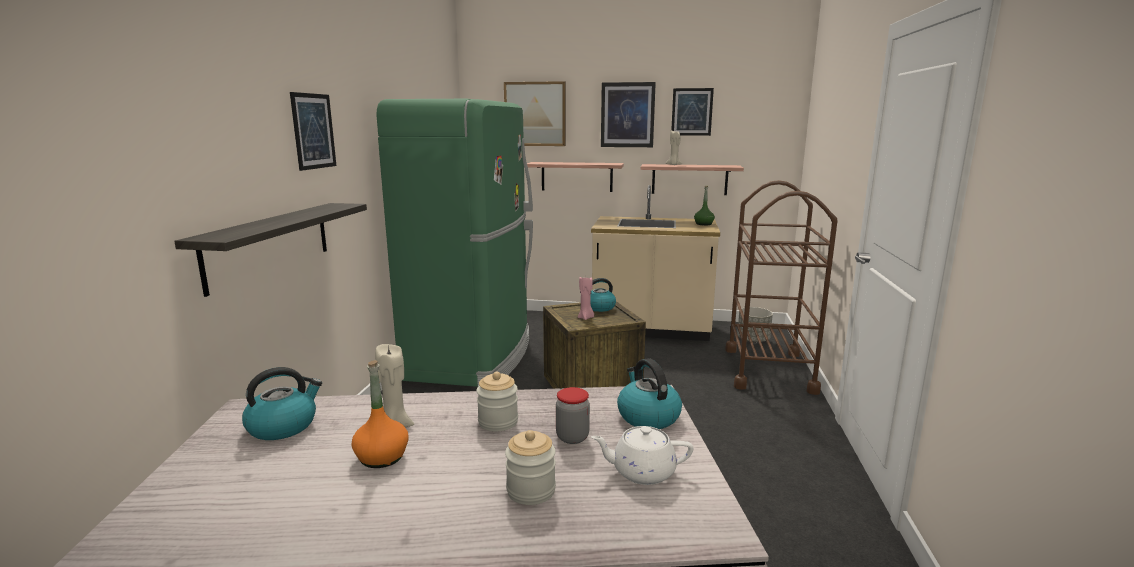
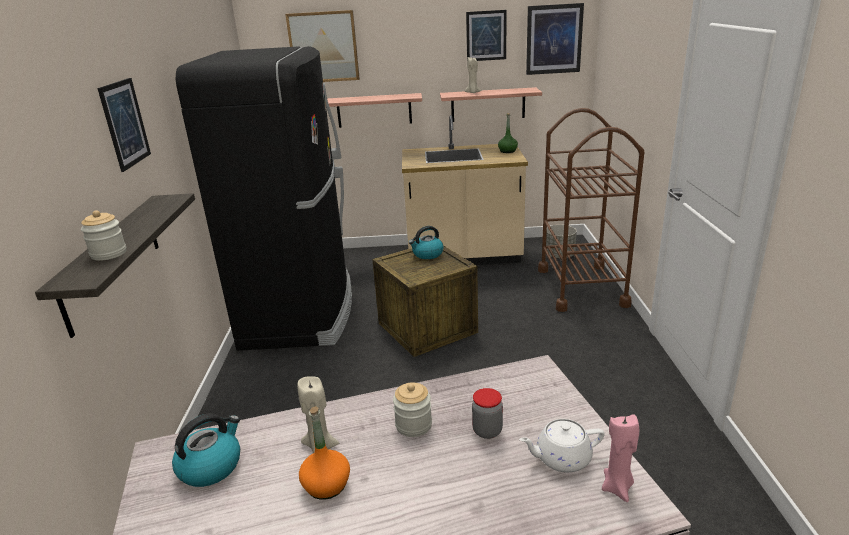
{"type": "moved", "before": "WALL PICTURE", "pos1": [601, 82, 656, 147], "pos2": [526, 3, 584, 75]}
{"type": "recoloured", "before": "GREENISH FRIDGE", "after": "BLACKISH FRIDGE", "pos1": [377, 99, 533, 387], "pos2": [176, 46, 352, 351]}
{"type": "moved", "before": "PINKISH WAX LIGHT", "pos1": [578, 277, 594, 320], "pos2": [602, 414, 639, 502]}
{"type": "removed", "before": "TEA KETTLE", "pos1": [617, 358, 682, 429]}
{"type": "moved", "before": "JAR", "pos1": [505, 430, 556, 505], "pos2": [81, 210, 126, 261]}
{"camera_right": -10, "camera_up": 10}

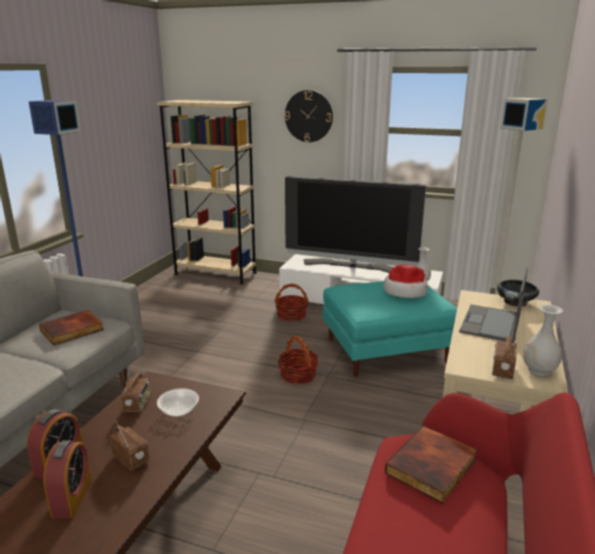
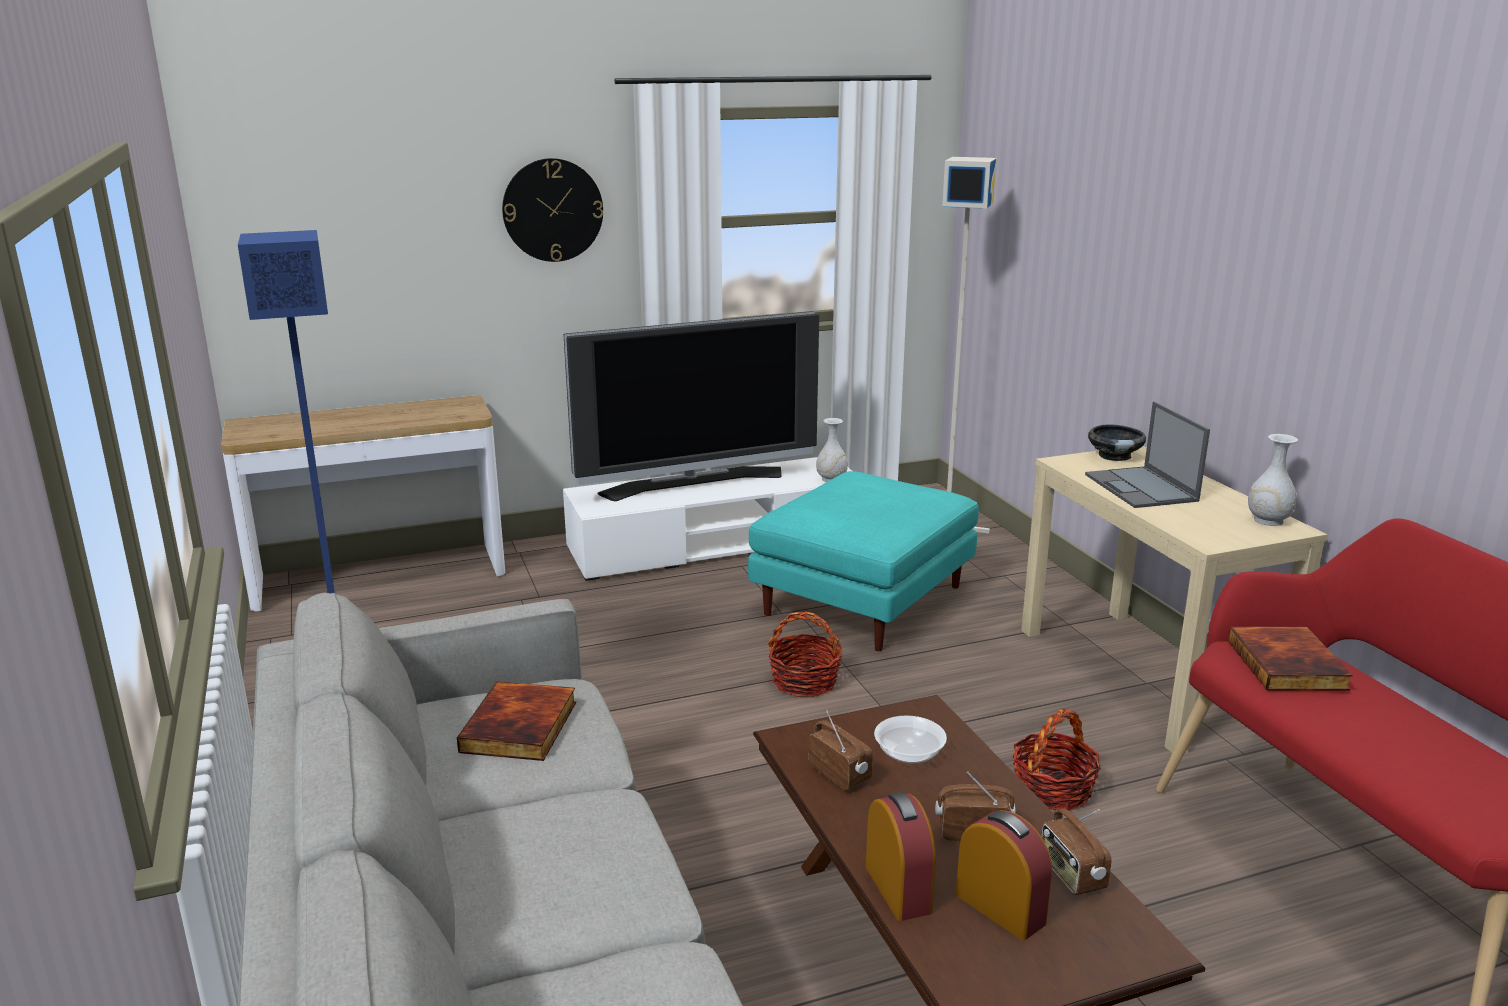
{"type": "replaced", "before": "BEIGE-COLOURED BOOKSHELF", "after": "CONSOLE TABLE", "pos1": [157, 100, 257, 284], "pos2": [221, 395, 505, 611]}
{"type": "removed", "before": "HAT", "pos1": [383, 264, 427, 298]}
{"type": "moved", "before": "HOUSEHOLD BASKET", "pos1": [274, 284, 308, 321], "pos2": [1012, 709, 1101, 811]}
{"type": "moved", "before": "RADIO", "pos1": [492, 334, 517, 379], "pos2": [1041, 809, 1112, 895]}
{"camera_right": -40, "camera_up": 0}

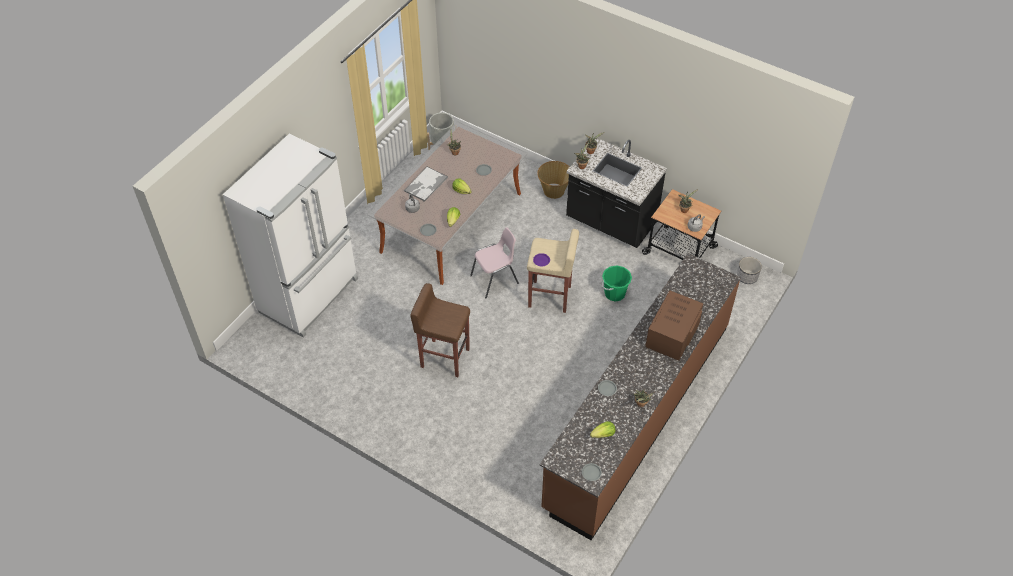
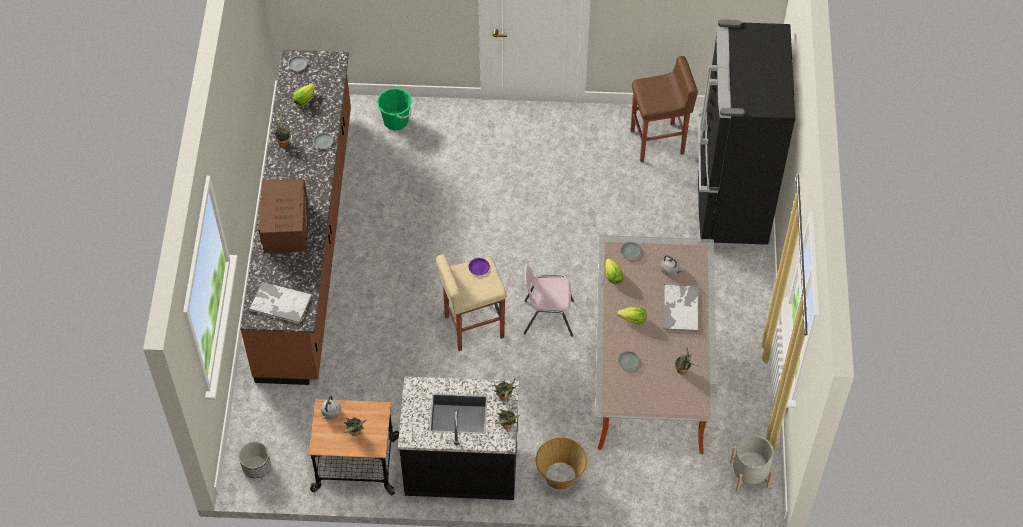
{"type": "recoloured", "before": "WHITE-COLOURED FRIDGE", "after": "BLACKISH FRIDGE", "pos1": [223, 133, 358, 338], "pos2": [696, 19, 795, 248]}
{"type": "turned", "before": "PINKISH CHAIR", "pos1": [470, 227, 519, 299], "pos2": [524, 265, 574, 337], "turn": 60}
{"type": "moved", "before": "GREENISH BUCKET", "pos1": [602, 265, 632, 301], "pos2": [377, 88, 412, 131]}
{"type": "moved", "before": "BROWNISH SITTING STOOL", "pos1": [410, 283, 470, 377], "pos2": [630, 56, 698, 162]}
{"type": "added", "after": "TRAY", "pos2": [249, 281, 312, 324]}
{"camera_right": 150, "camera_up": 5}

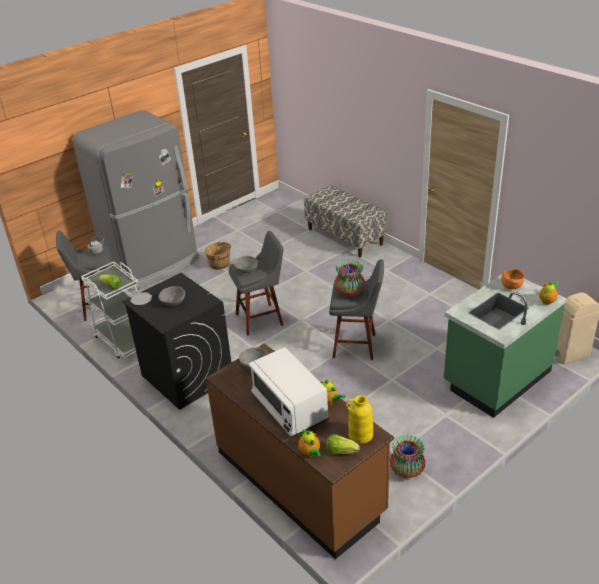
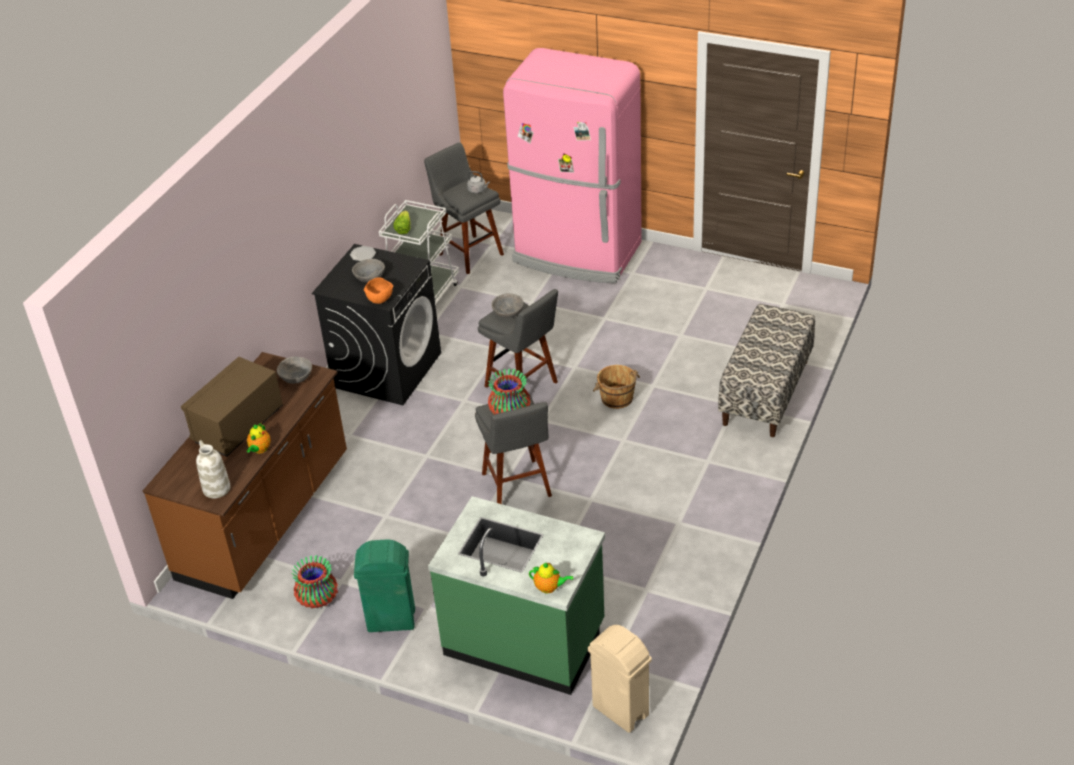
{"type": "recoloured", "before": "GREY FRIDGE", "after": "PINKISH FRIDGE", "pos1": [73, 110, 199, 291], "pos2": [503, 48, 642, 283]}
{"type": "moved", "before": "BROWNISH BUCKET", "pos1": [205, 242, 231, 270], "pos2": [593, 365, 640, 409]}
{"type": "moved", "before": "ORANGEY BOWL", "pos1": [501, 269, 524, 289], "pos2": [364, 277, 393, 304]}
{"type": "recoloured", "before": "WHITE-COLOURED MICROWAVE OVEN", "after": "BROWNISH MICROWAVE OVEN", "pos1": [248, 347, 329, 437], "pos2": [181, 357, 283, 457]}
{"type": "recoloured", "before": "YELLOW-COLOURED VASE", "after": "WHITE-COLOURED VASE", "pos1": [346, 395, 373, 444], "pos2": [196, 440, 231, 498]}
{"type": "removed", "before": "TEA POT", "pos1": [298, 429, 321, 457]}
{"type": "removed", "before": "LETTUCE HEAD", "pos1": [326, 434, 360, 455]}
{"type": "added", "after": "GREENISH TRASH CAN", "pos2": [354, 539, 415, 632]}
{"camera_right": 65, "camera_up": 5}

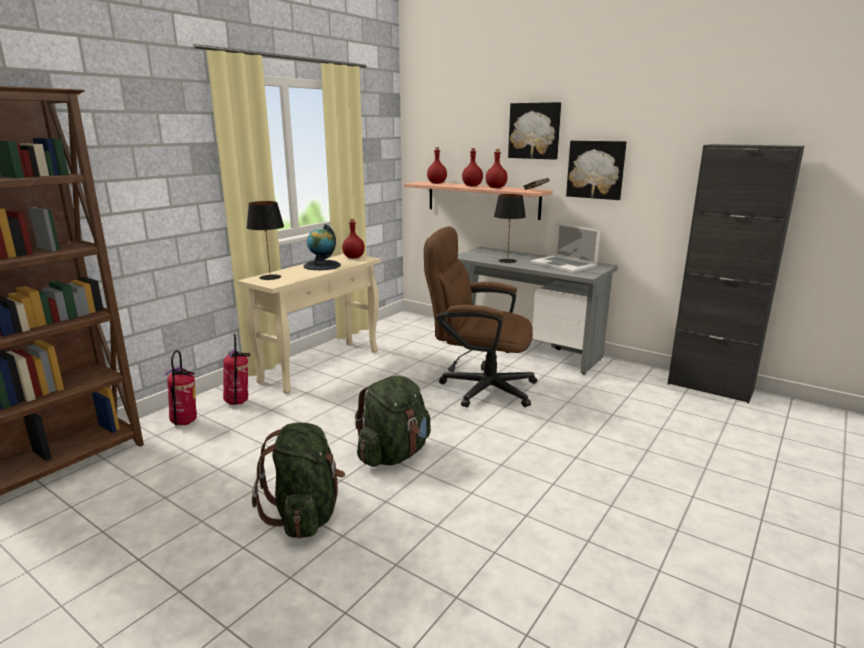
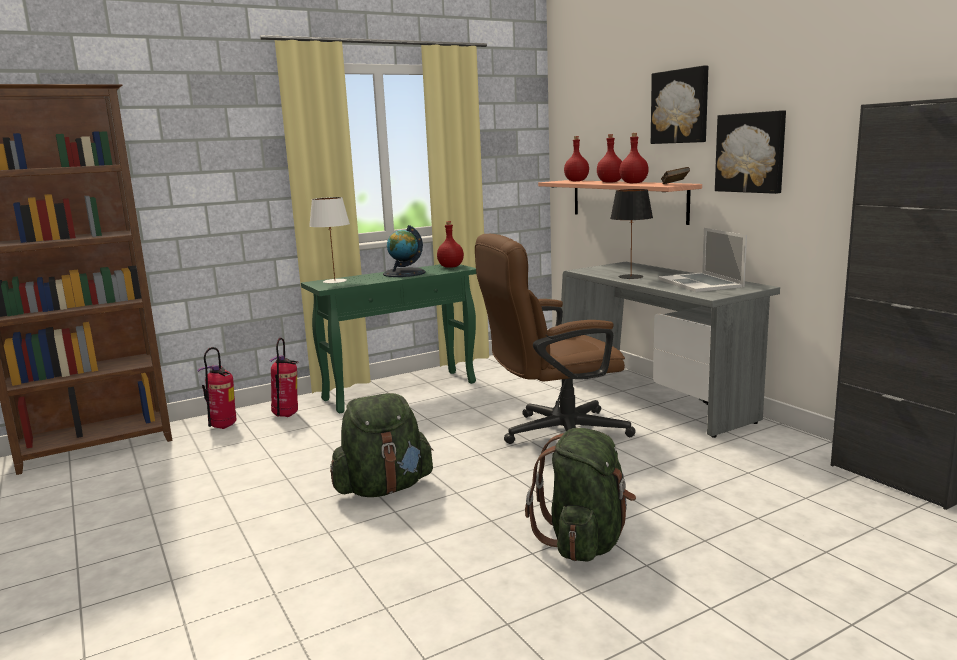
{"type": "recoloured", "before": "BLACKISH LAMP FOR A TABLE", "after": "WHITE-COLOURED LAMP FOR A TABLE", "pos1": [246, 201, 284, 280], "pos2": [309, 197, 350, 283]}
{"type": "turned", "before": "BROWNISH OFFICE CHAIR", "pos1": [424, 226, 537, 407], "pos2": [475, 233, 636, 444], "turn": -60}
{"type": "recoloured", "before": "BEIGE-COLOURED CONSOLE TABLE", "after": "GREENISH CONSOLE TABLE", "pos1": [237, 254, 381, 394], "pos2": [301, 264, 476, 414]}
{"type": "moved", "before": "GREENISH KNAPSACK", "pos1": [252, 422, 345, 538], "pos2": [525, 428, 636, 562]}
{"camera_right": 25, "camera_up": -5}

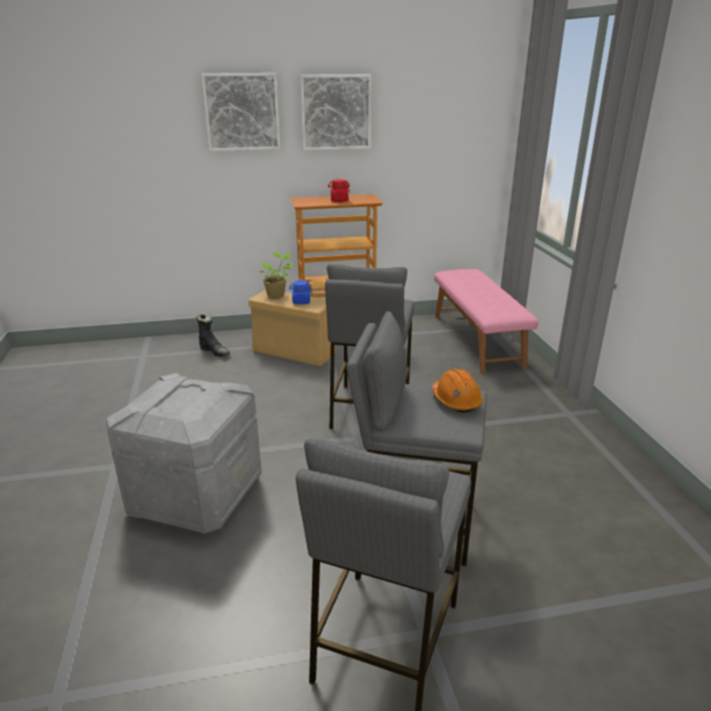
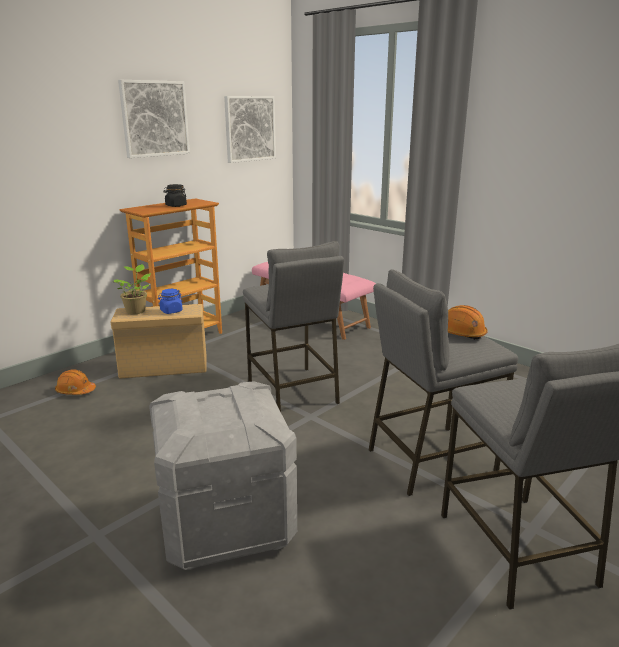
{"type": "moved", "before": "WALL PICTURE", "pos1": [201, 73, 280, 151], "pos2": [224, 96, 276, 163]}
{"type": "recoloured", "before": "RED-COLOURED JAR", "after": "BLACKISH JAR", "pos1": [328, 179, 350, 202], "pos2": [163, 184, 187, 207]}
{"type": "replaced", "before": "BLACKISH TALL BOOT", "after": "ORANGEY SAFETY HELMET", "pos1": [196, 314, 230, 357], "pos2": [55, 369, 96, 395]}
{"camera_right": -35, "camera_up": -5}

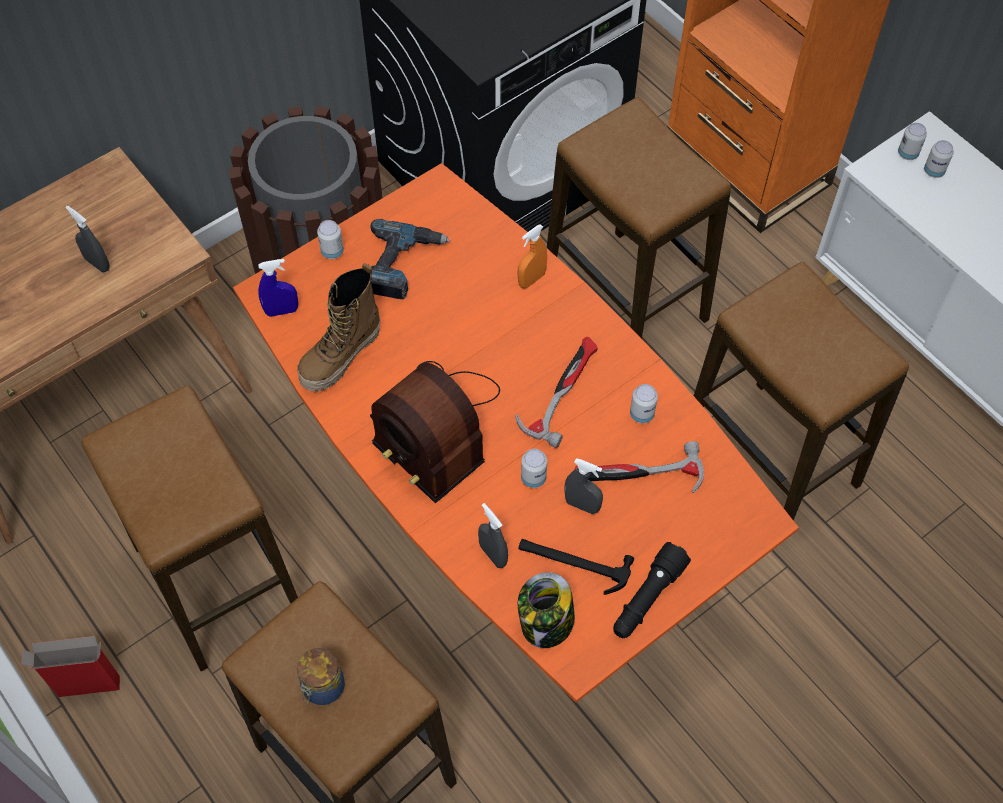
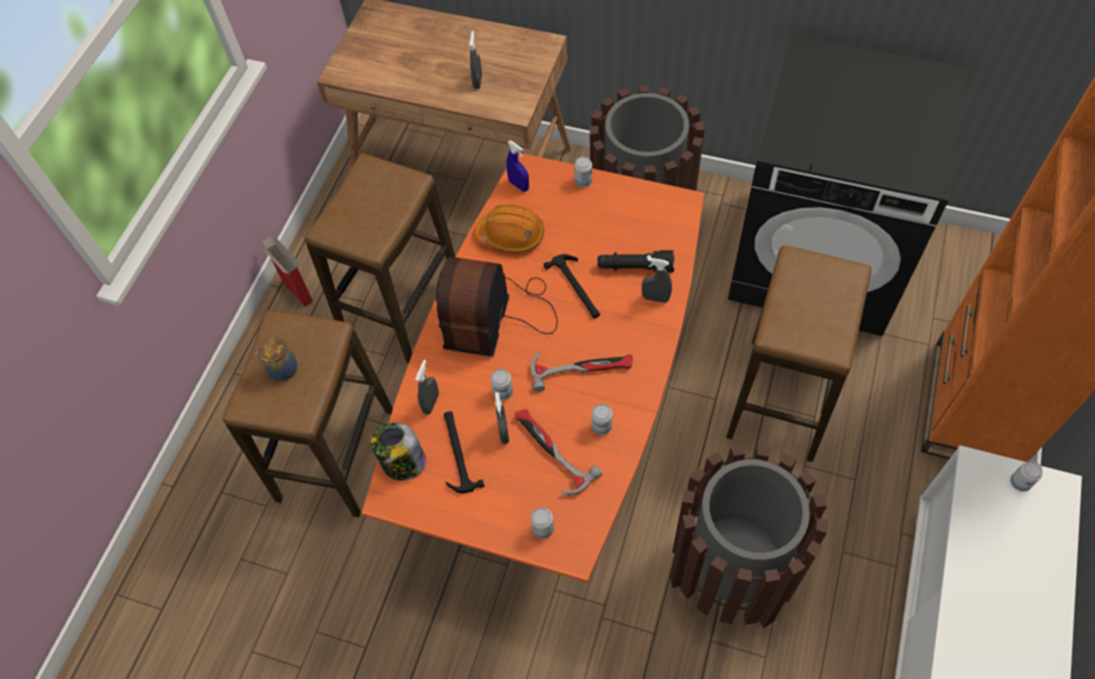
{"type": "moved", "before": "CAN", "pos1": [924, 140, 954, 178], "pos2": [531, 508, 554, 538]}
{"type": "removed", "before": "DRILL", "pos1": [370, 219, 450, 300]}
{"type": "recoloured", "before": "ORANGEY HAND SPRAYER", "after": "GREY HAND SPRAYER", "pos1": [518, 224, 547, 289], "pos2": [642, 258, 672, 303]}
{"type": "replaced", "before": "SITTING STOOL", "after": "BROWNISH TRASH CAN", "pos1": [694, 261, 909, 520], "pos2": [670, 445, 828, 628]}
{"type": "replaced", "before": "TALL BOOT", "after": "ORANGEY SAFETY HELMET", "pos1": [297, 263, 381, 392], "pos2": [475, 204, 544, 252]}
{"type": "moved", "before": "BLACKISH FLASHLIGHT", "pos1": [613, 542, 691, 638], "pos2": [597, 250, 675, 272]}
{"type": "added", "after": "HAND HAMMER", "pos2": [544, 254, 600, 319]}
{"camera_right": 60, "camera_up": 0}

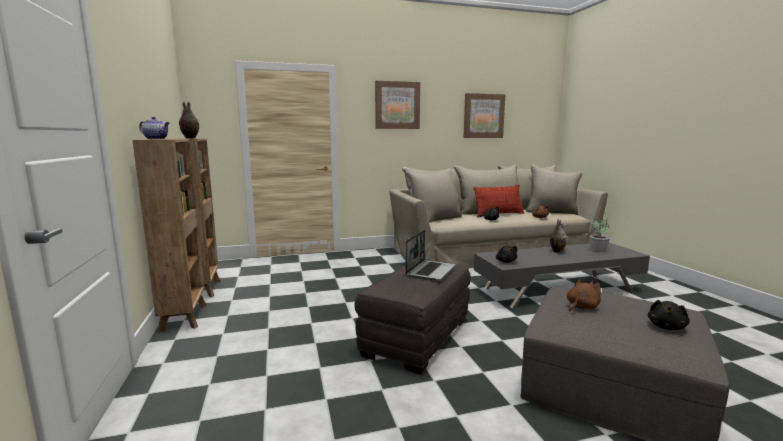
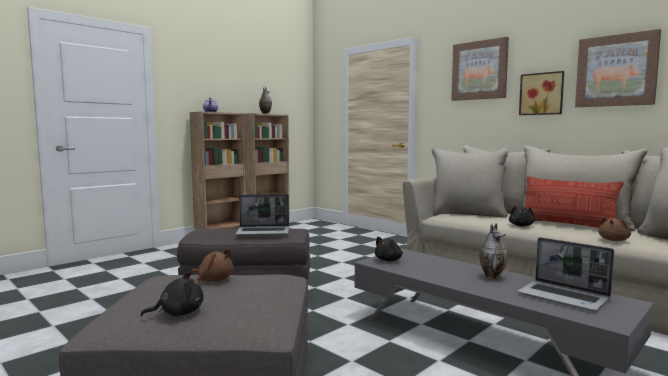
{"type": "replaced", "before": "HOUSEPLANT", "after": "LAPTOP", "pos1": [589, 218, 610, 252], "pos2": [518, 237, 614, 311]}
{"type": "turned", "before": "BLACKISH PLUSH TOY", "pos1": [648, 300, 690, 330], "pos2": [140, 272, 203, 317], "turn": 150}
{"type": "added", "after": "WALL PICTURE", "pos2": [519, 71, 564, 115]}
{"camera_right": 60, "camera_up": -5}

